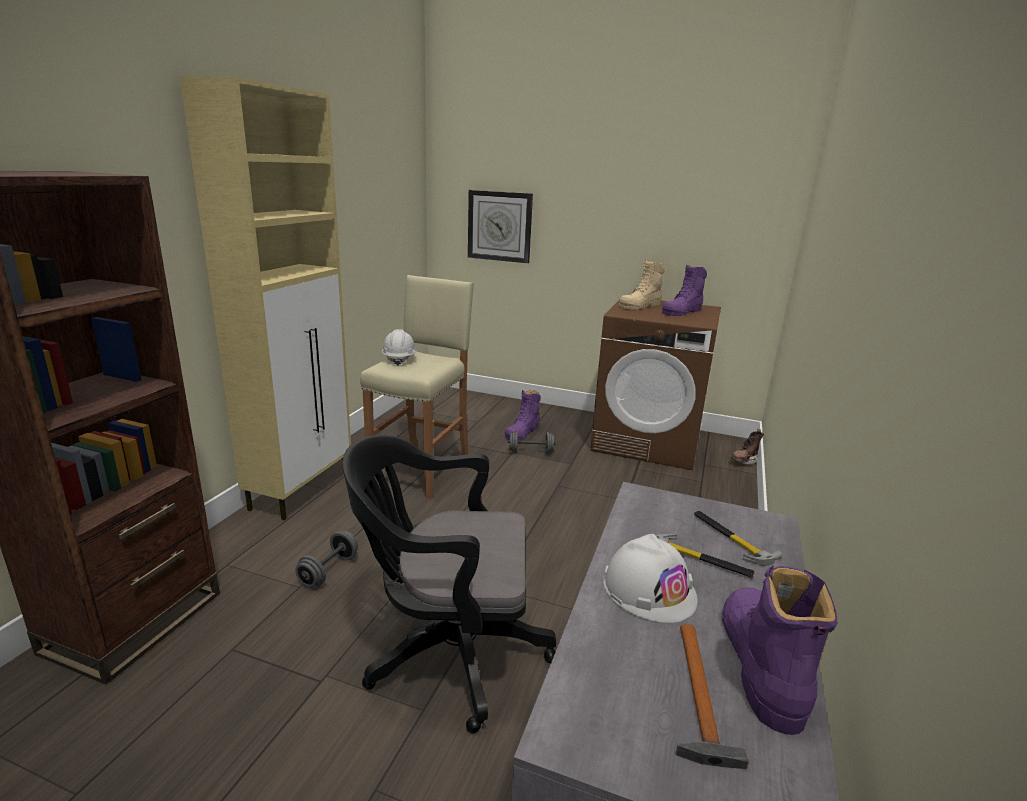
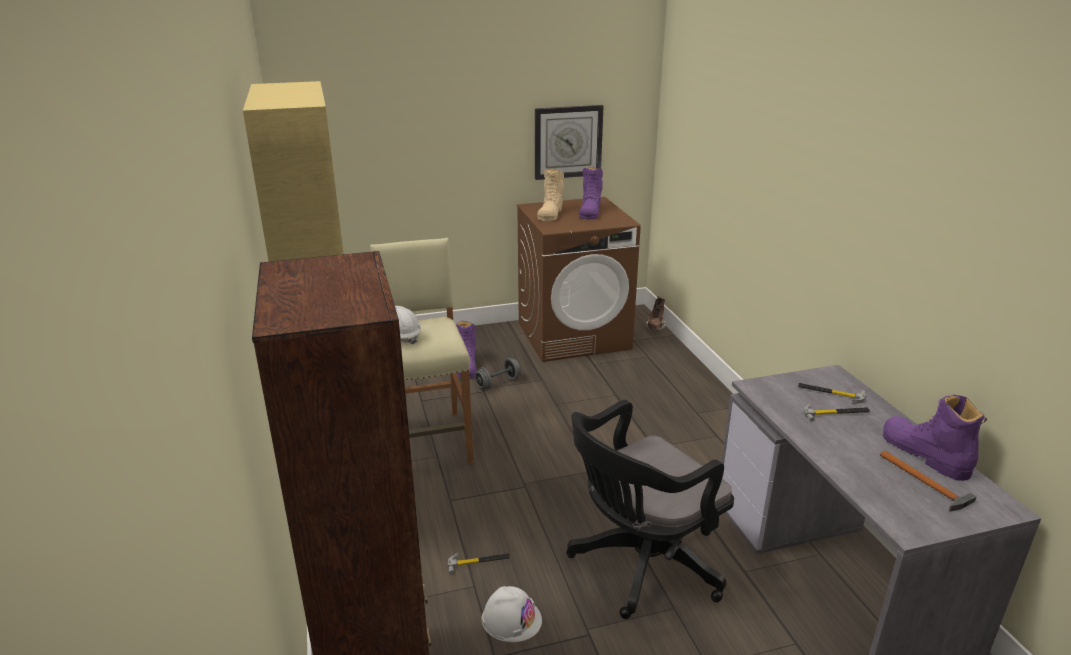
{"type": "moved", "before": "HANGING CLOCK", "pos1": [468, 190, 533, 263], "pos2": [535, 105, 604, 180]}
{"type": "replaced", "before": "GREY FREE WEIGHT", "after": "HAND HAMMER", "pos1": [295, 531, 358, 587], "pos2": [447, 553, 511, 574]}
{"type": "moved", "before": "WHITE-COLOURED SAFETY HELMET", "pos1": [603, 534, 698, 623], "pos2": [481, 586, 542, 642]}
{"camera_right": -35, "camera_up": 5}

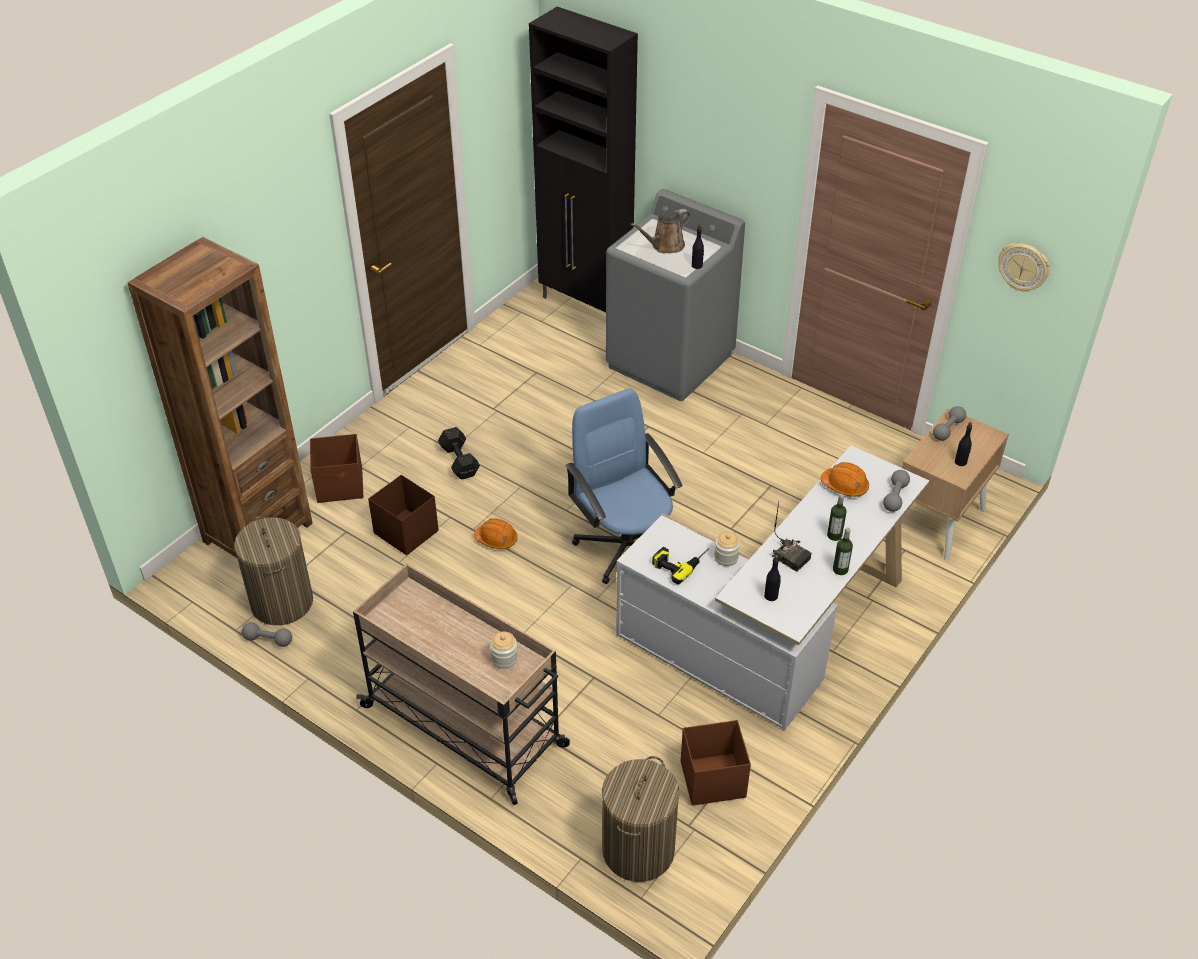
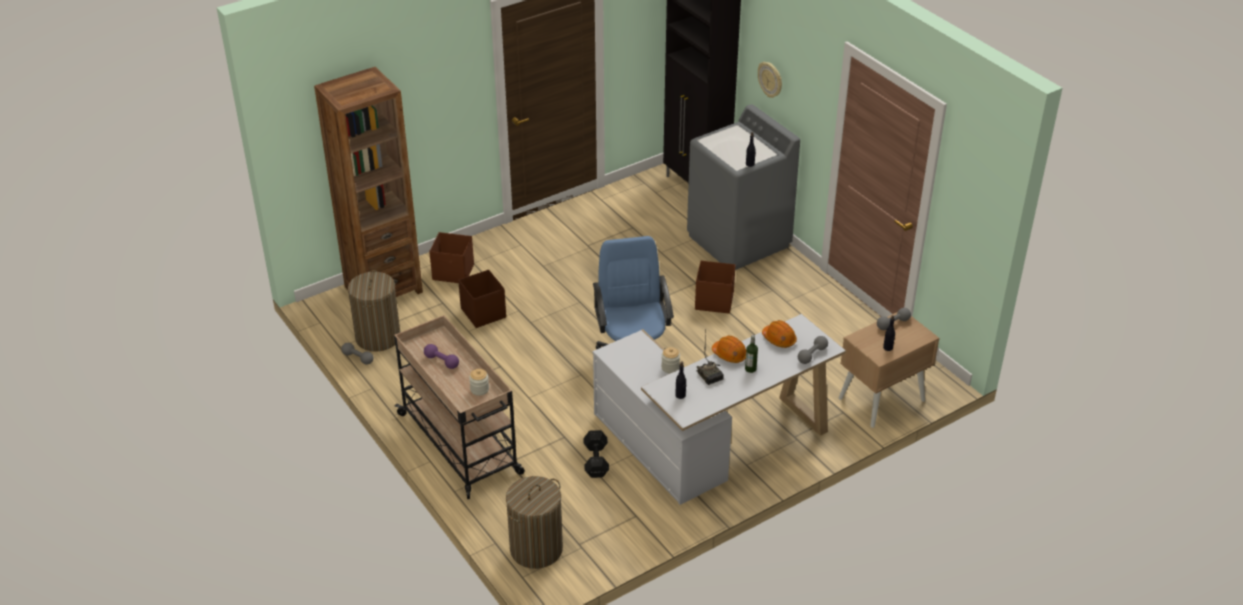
{"type": "removed", "before": "BROWNISH WATERING POT", "pos1": [630, 209, 691, 253]}
{"type": "moved", "before": "HANGING CLOCK", "pos1": [998, 243, 1050, 292], "pos2": [758, 62, 782, 98]}
{"type": "moved", "before": "BLACKISH FREE WEIGHT", "pos1": [438, 427, 480, 480], "pos2": [583, 430, 609, 478]}
{"type": "moved", "before": "ORANGEY SAFETY HELMET", "pos1": [474, 518, 518, 549], "pos2": [712, 336, 746, 363]}
{"type": "removed", "before": "DRINK BOTTLE", "pos1": [833, 528, 853, 575]}
{"type": "removed", "before": "DRILL", "pos1": [652, 547, 709, 584]}
{"type": "moved", "before": "BROWNISH STORAGE BIN", "pos1": [681, 720, 751, 806], "pos2": [695, 261, 736, 314]}
{"type": "added", "after": "PURPLE FREE WEIGHT", "pos2": [424, 344, 459, 369]}
{"camera_right": 20, "camera_up": -5}

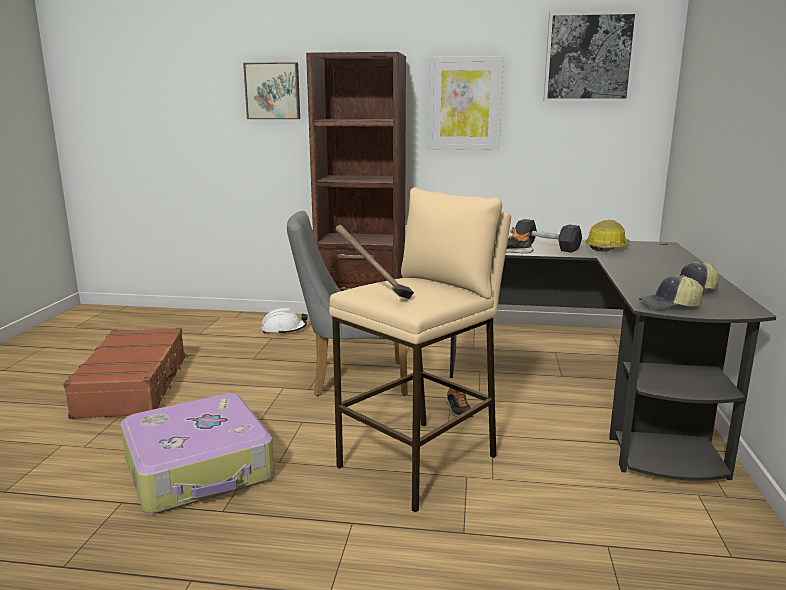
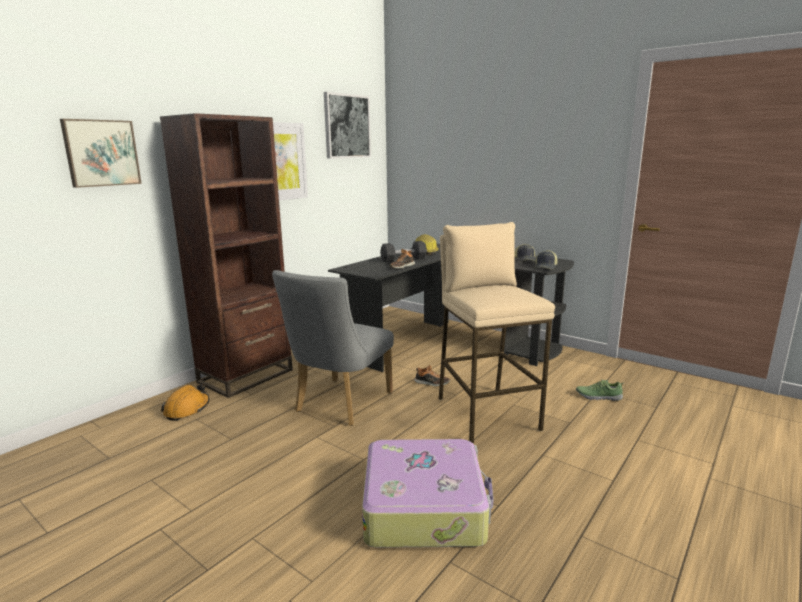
{"type": "removed", "before": "HAND HAMMER", "pos1": [335, 225, 414, 299]}
{"type": "recoloured", "before": "WHITE-COLOURED SAFETY HELMET", "after": "ORANGEY SAFETY HELMET", "pos1": [261, 308, 308, 335], "pos2": [161, 384, 210, 421]}
{"type": "removed", "before": "BROWNISH SUITCASE", "pos1": [63, 328, 188, 419]}
{"type": "added", "after": "LOW SHOE", "pos2": [576, 380, 624, 401]}
{"camera_right": -60, "camera_up": 0}

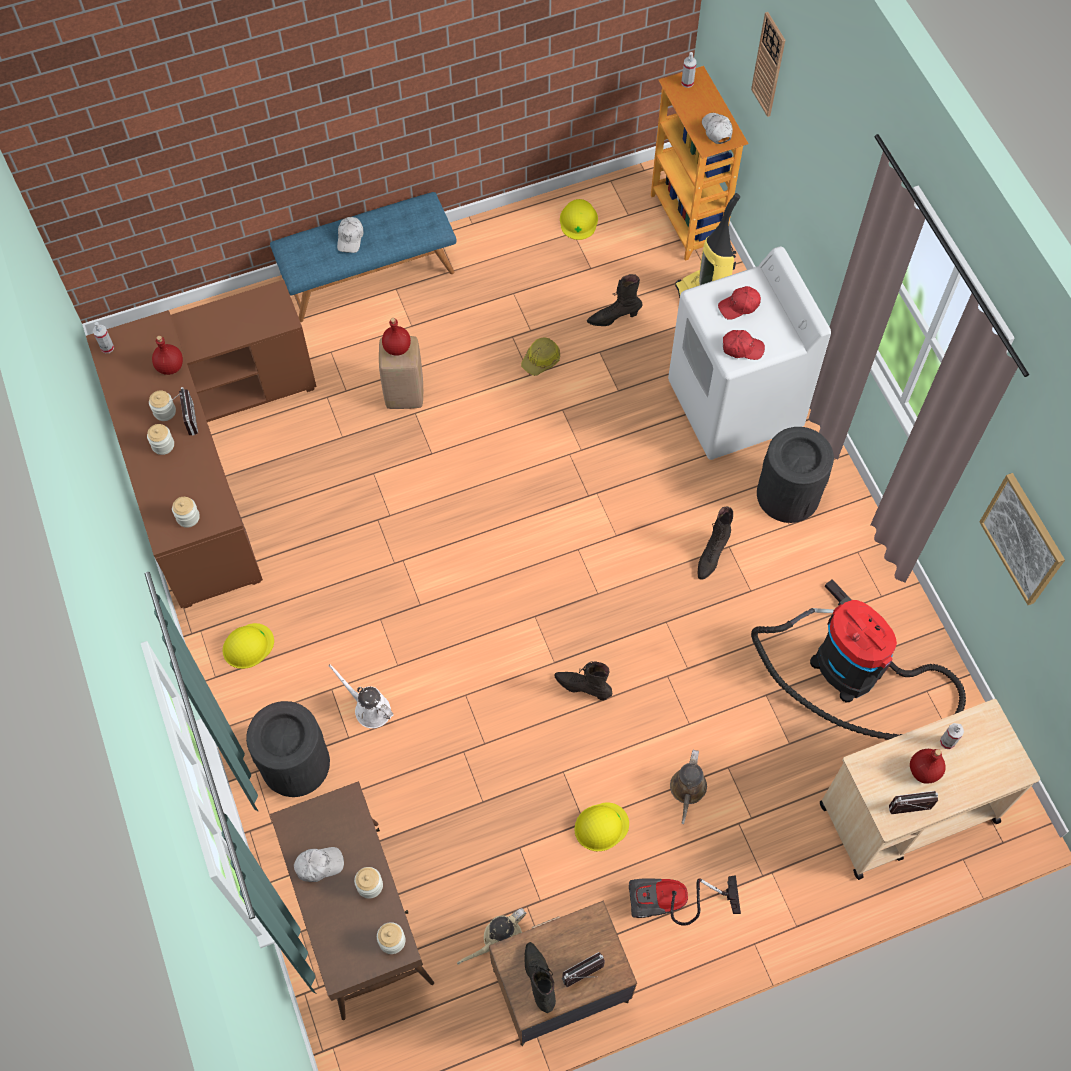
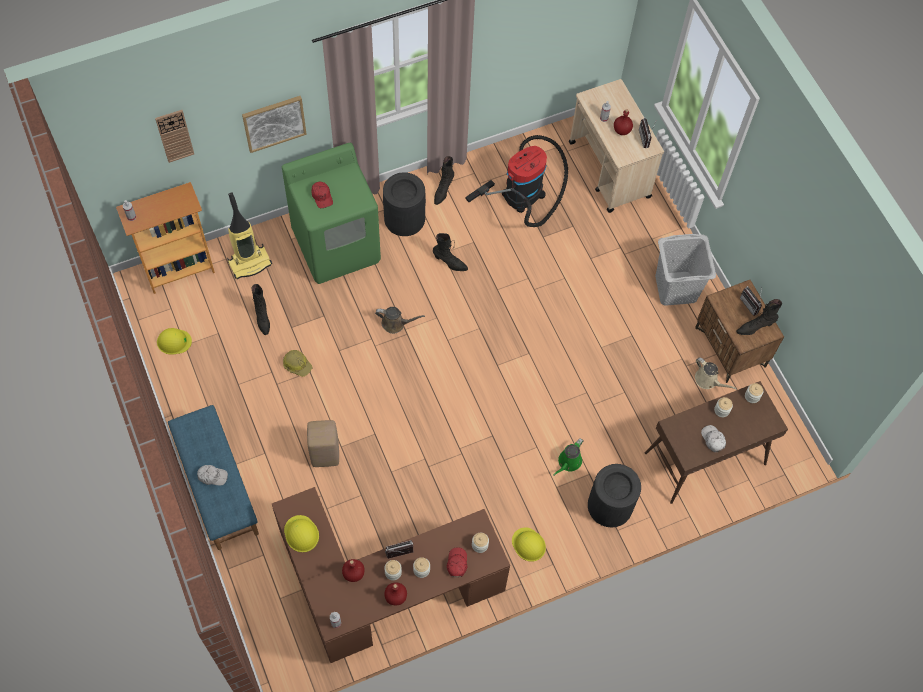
{"type": "removed", "before": "WHITE-COLOURED CAP", "pos1": [702, 113, 733, 144]}
{"type": "recoloured", "before": "WHITE-COLOURED WASHING MACHINE", "after": "GREENISH WASHING MACHINE", "pos1": [668, 246, 831, 460], "pos2": [282, 143, 381, 284]}
{"type": "moved", "before": "RED-COLOURED DRINK BOTTLE", "pos1": [382, 318, 411, 356], "pos2": [384, 582, 407, 606]}
{"type": "moved", "before": "RED-COLOURED CAP", "pos1": [723, 330, 765, 360], "pos2": [447, 547, 468, 577]}
{"type": "moved", "before": "WALL PICTURE", "pos1": [979, 473, 1065, 605], "pos2": [242, 96, 307, 153]}
{"type": "moved", "before": "BLACKISH TALL BOOT", "pos1": [554, 661, 612, 701], "pos2": [434, 156, 454, 205]}
{"type": "recoloured", "before": "WHITE-COLOURED WATERING POT", "after": "GREENISH WATERING POT", "pos1": [328, 664, 393, 728], "pos2": [553, 438, 584, 476]}
{"type": "moved", "before": "BROWNISH WATERING POT", "pos1": [670, 750, 707, 824], "pos2": [375, 307, 425, 334]}
{"type": "moved", "before": "YELLOW-COLOURED SAFETY HELMET", "pos1": [574, 802, 629, 851], "pos2": [284, 515, 319, 552]}
{"type": "replaced", "before": "HOOVER", "after": "GREY LAUNDRY BASKET", "pos1": [629, 875, 741, 926], "pos2": [655, 234, 716, 306]}
{"camera_right": -95, "camera_up": 0}

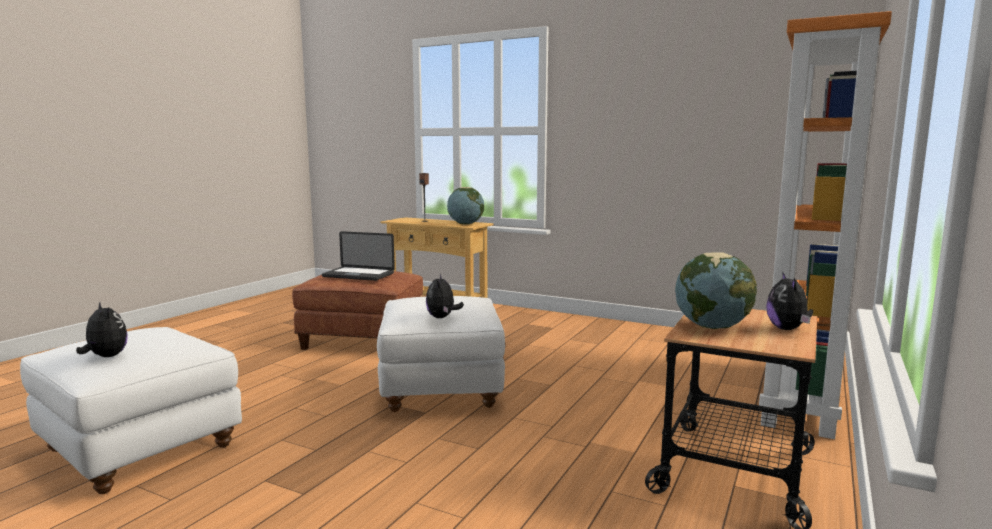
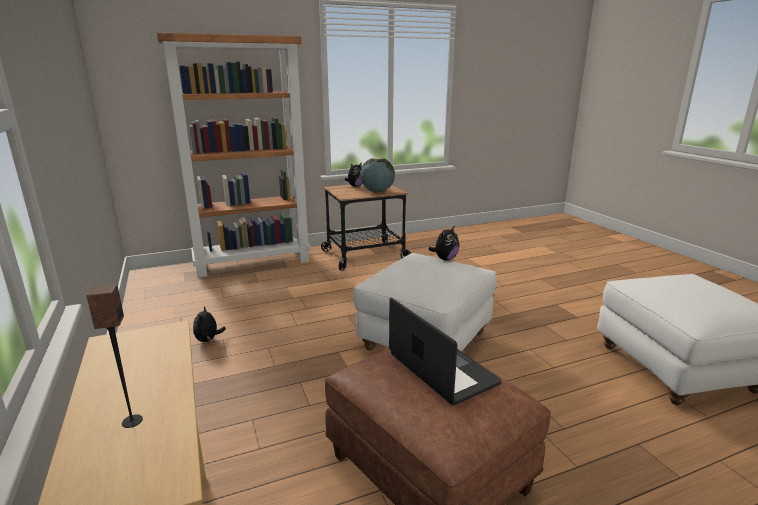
{"type": "removed", "before": "WORLD GLOBE", "pos1": [447, 187, 484, 225]}
{"type": "moved", "before": "PLUSH TOY", "pos1": [76, 303, 128, 357], "pos2": [193, 306, 226, 342]}
{"camera_right": -140, "camera_up": 10}

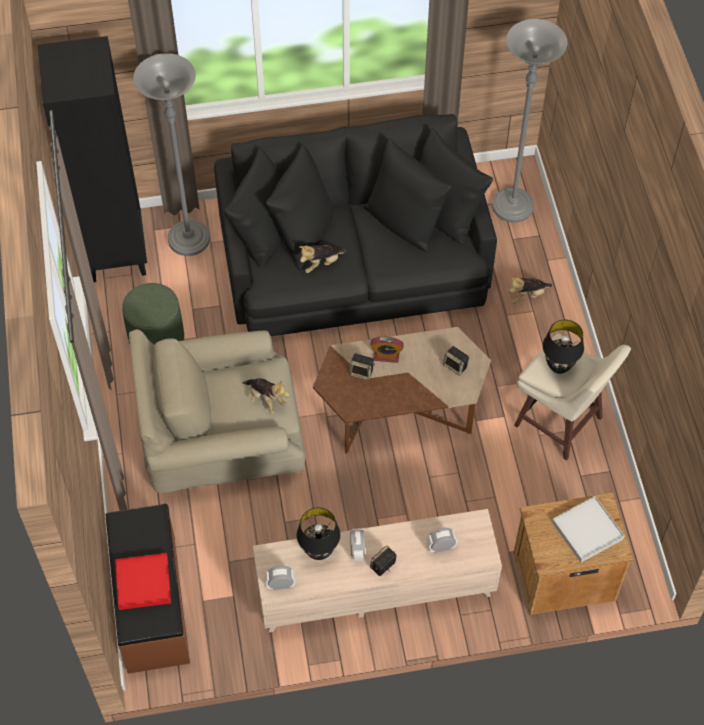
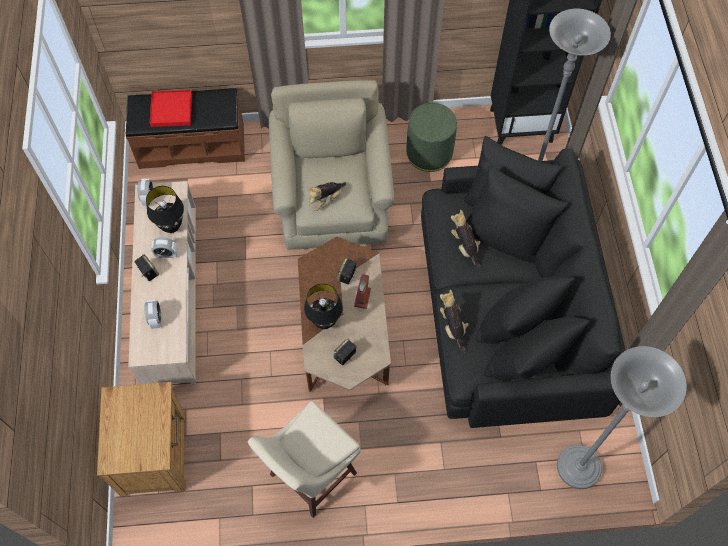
{"type": "moved", "before": "PLUSH TOY", "pos1": [508, 277, 552, 303], "pos2": [440, 290, 469, 353]}
{"type": "moved", "before": "BLACKISH LAMP FOR A TABLE", "pos1": [543, 320, 584, 374], "pos2": [304, 284, 343, 329]}
{"type": "removed", "before": "WHITE-COLOURED TRAY", "pos1": [552, 496, 624, 563]}
{"camera_right": 95, "camera_up": 5}

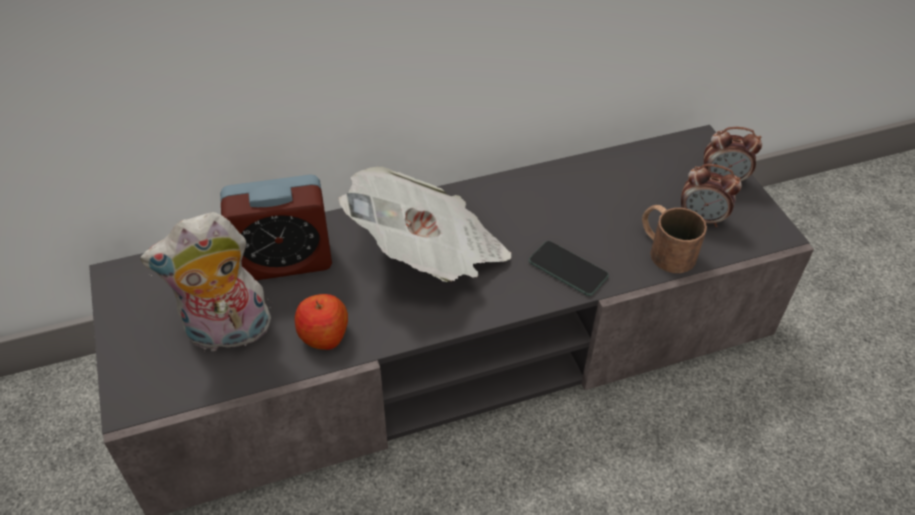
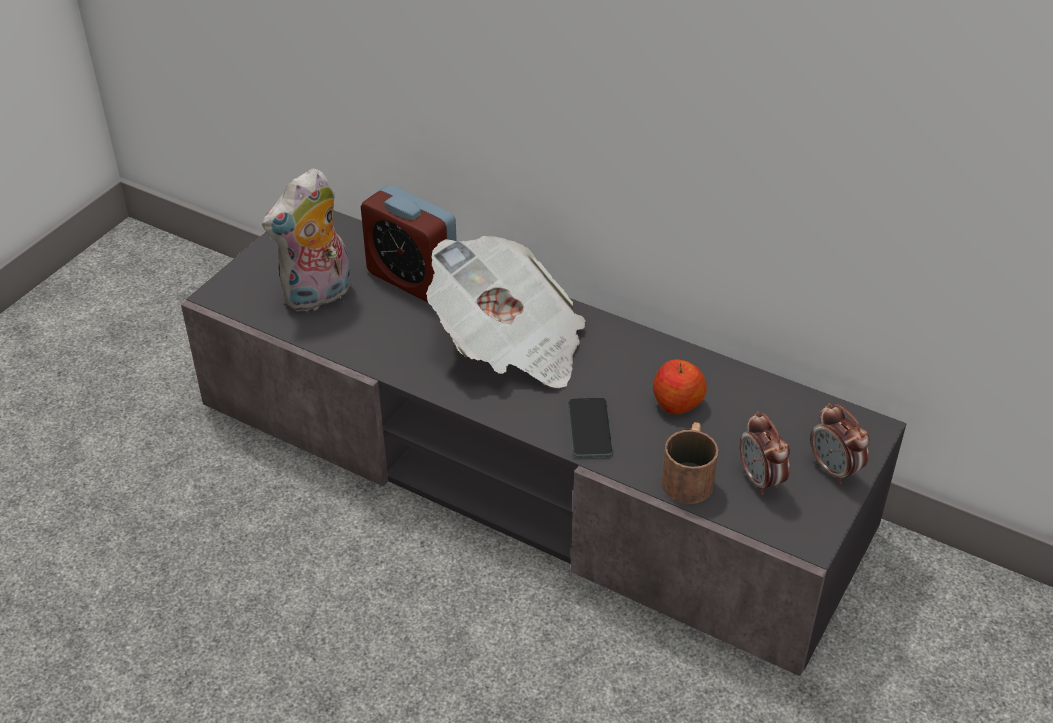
{"type": "turned", "before": "PLUSH TOY", "pos1": [140, 212, 271, 352], "pos2": [262, 168, 351, 313], "turn": -75}
{"type": "moved", "before": "APPLE FRUIT", "pos1": [295, 294, 348, 350], "pos2": [653, 359, 707, 414]}
{"camera_right": 50, "camera_up": -5}

